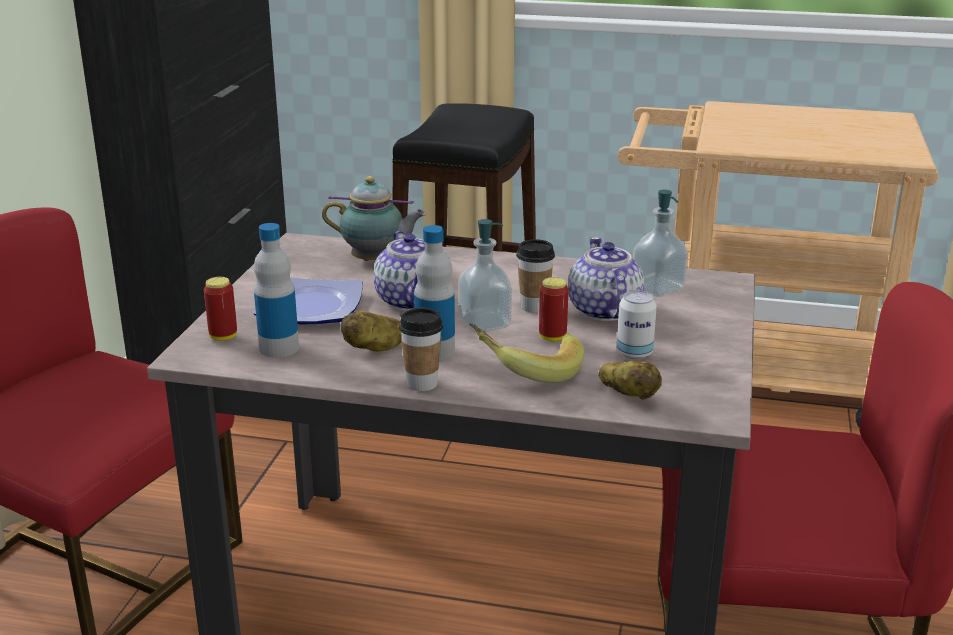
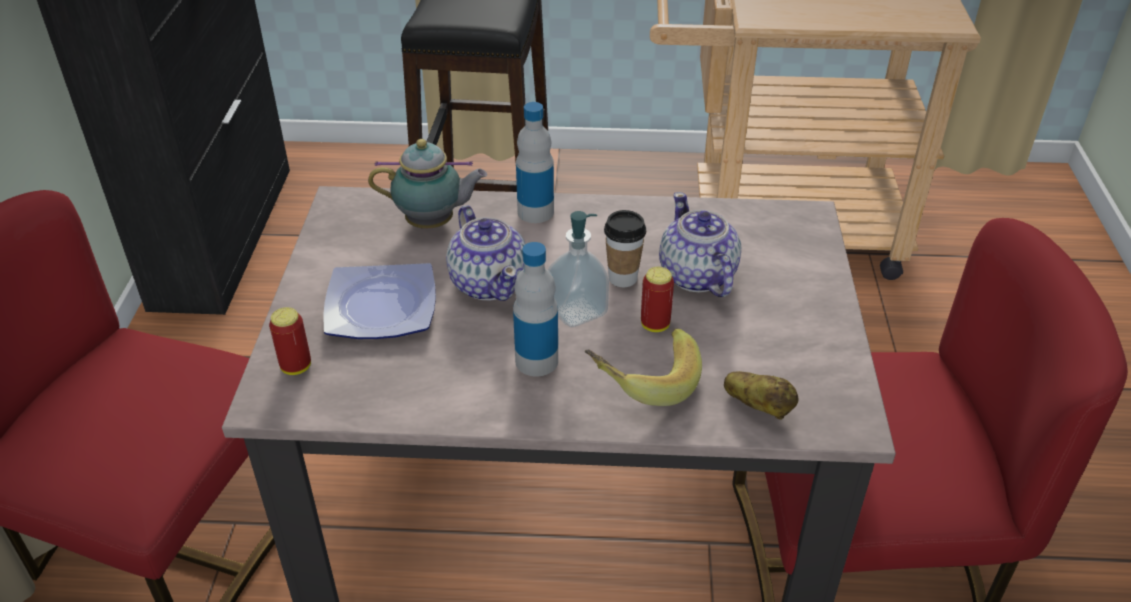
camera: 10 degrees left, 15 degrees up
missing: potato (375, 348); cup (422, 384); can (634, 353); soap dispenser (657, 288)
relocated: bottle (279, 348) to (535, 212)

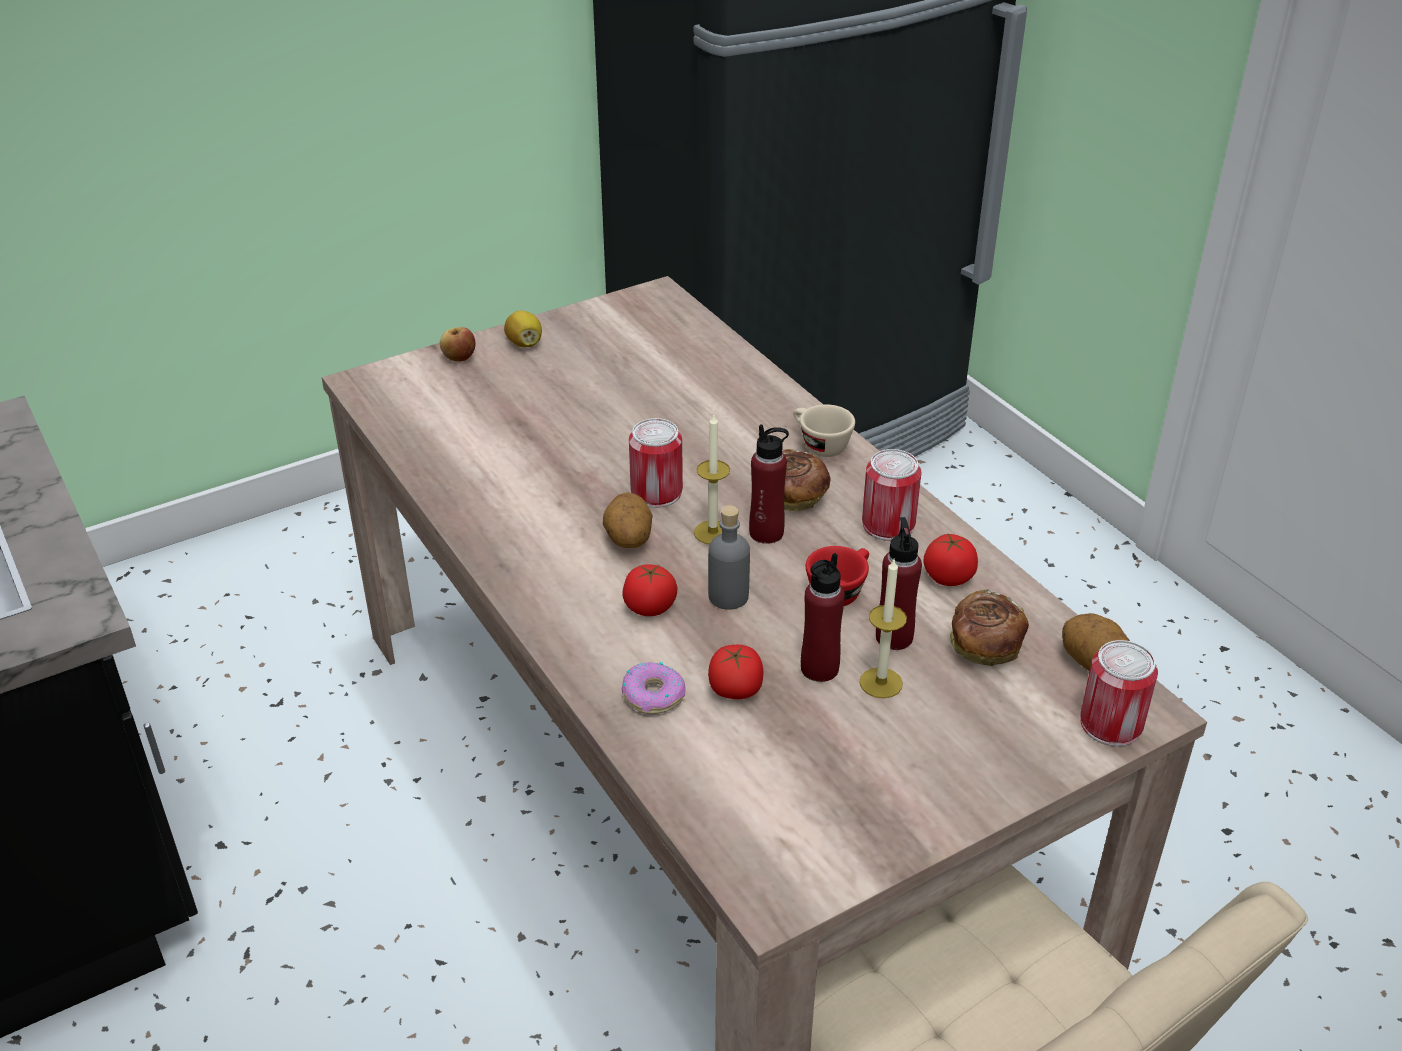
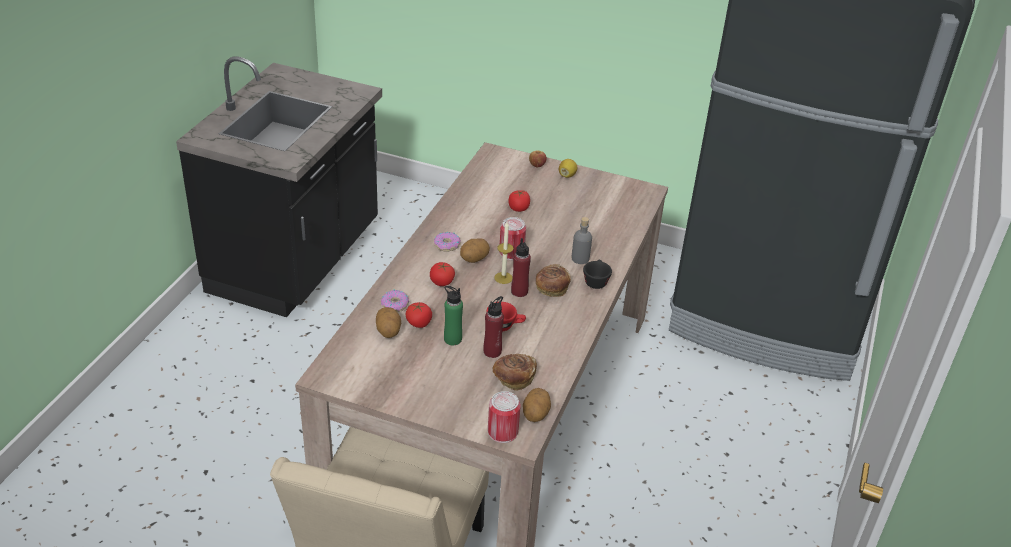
camera: 50 degrees right, 0 degrees up
missing: candle (881, 683); can (888, 524)
appeared: potato (388, 331); donut (447, 245)
relocated: tomato (949, 577) to (518, 208); bottle (grey) (728, 596) to (580, 258)
colour: bottle (red) (819, 668) to bottle (green) (452, 339); cup (beige) (819, 445) to cup (black) (595, 281)

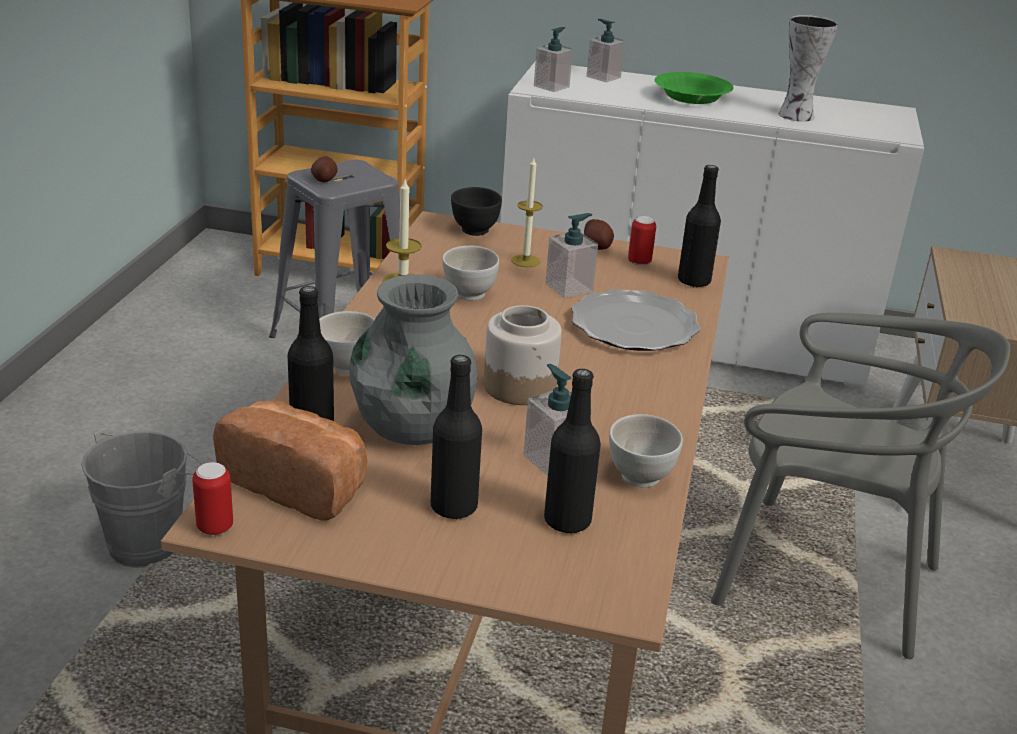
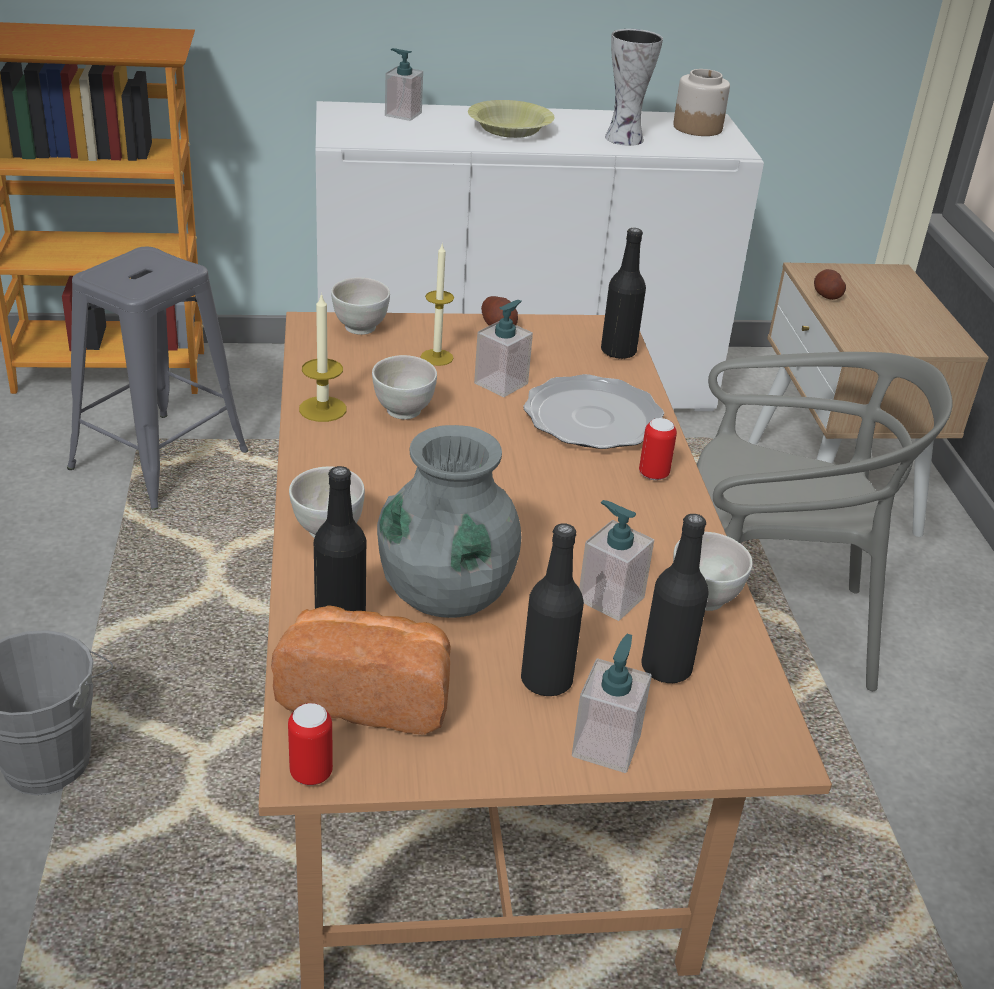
camera: 20 degrees left, 5 degrees up
relocated: soap dispenser (551, 86) to (606, 745); can (639, 262) to (653, 474); jar (520, 386) to (697, 127); potato (324, 179) to (826, 295)
colour: bowl (black) (474, 231) to bowl (white) (360, 328); bowl (green) (691, 98) to bowl (yellow) (509, 130)

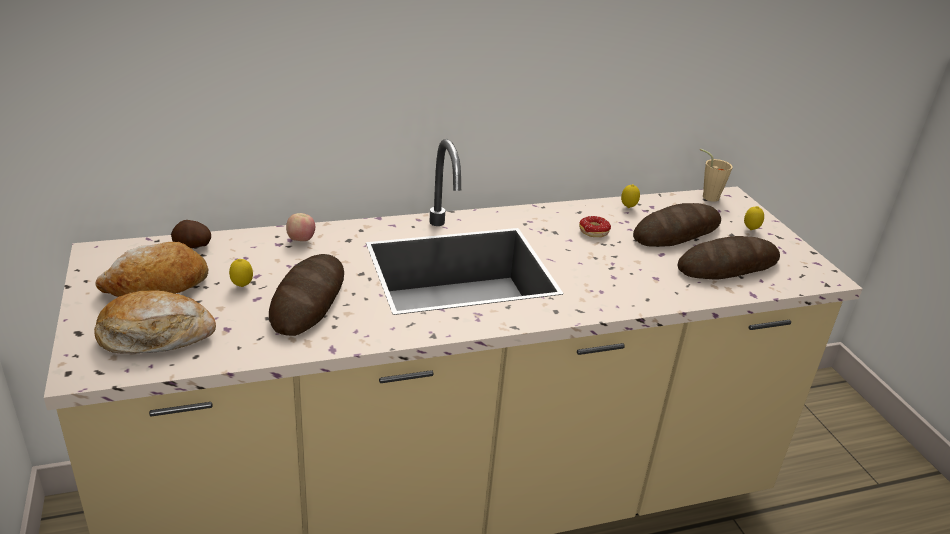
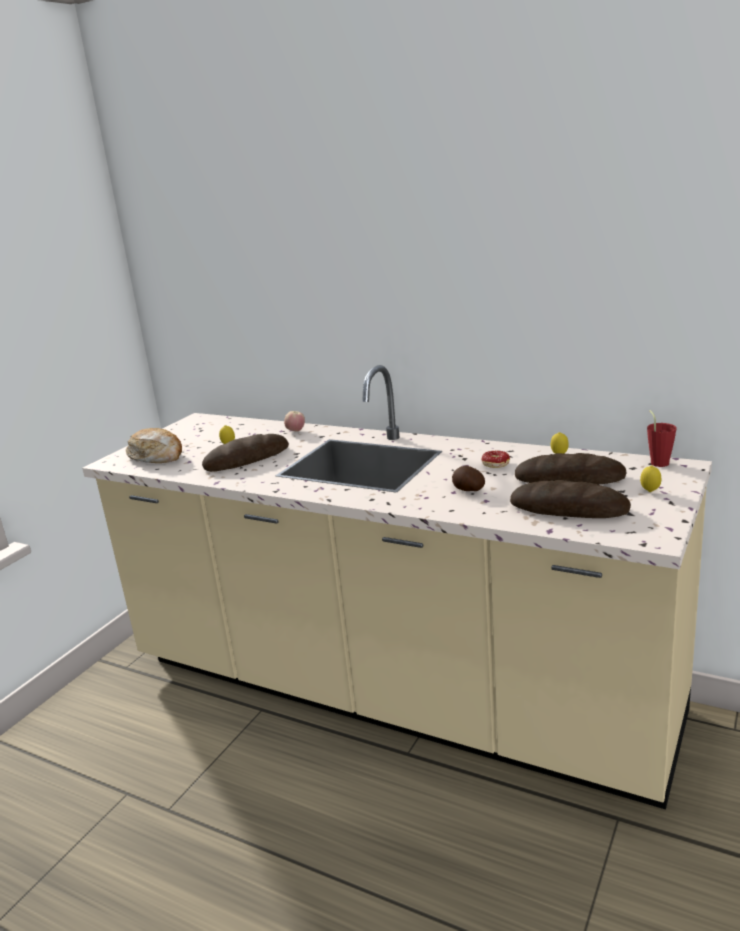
camera: 50 degrees right, 10 degrees down
missing: bread (157, 286)
relocated: potato (192, 246) to (468, 490)
colour: cup (beige) (707, 196) to cup (red) (658, 461)

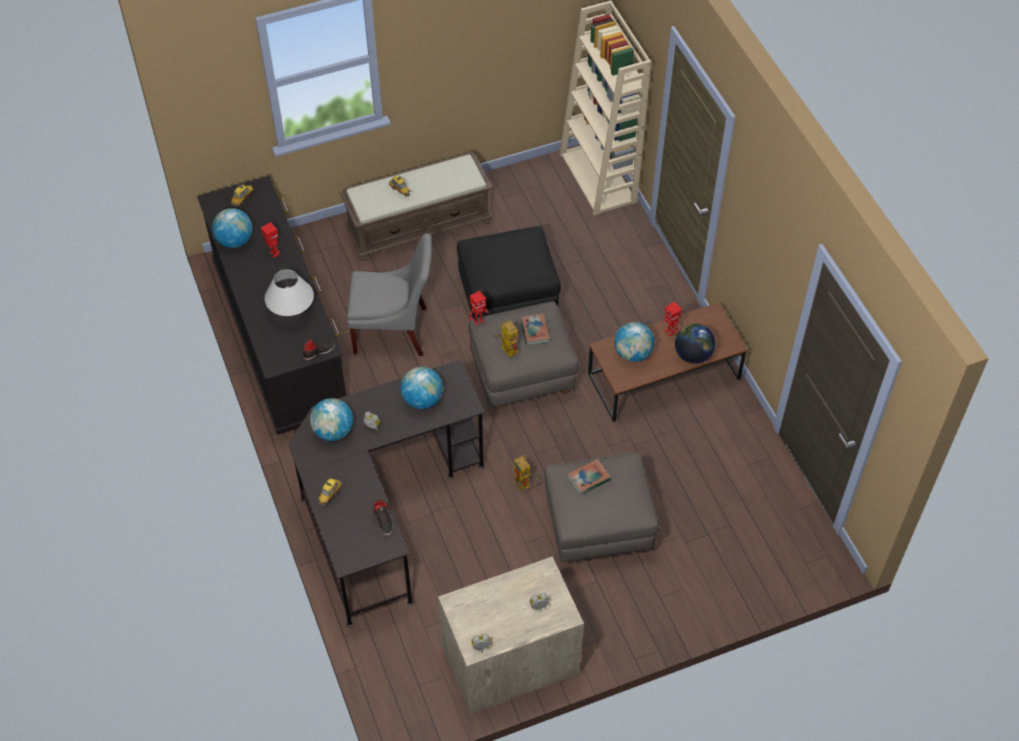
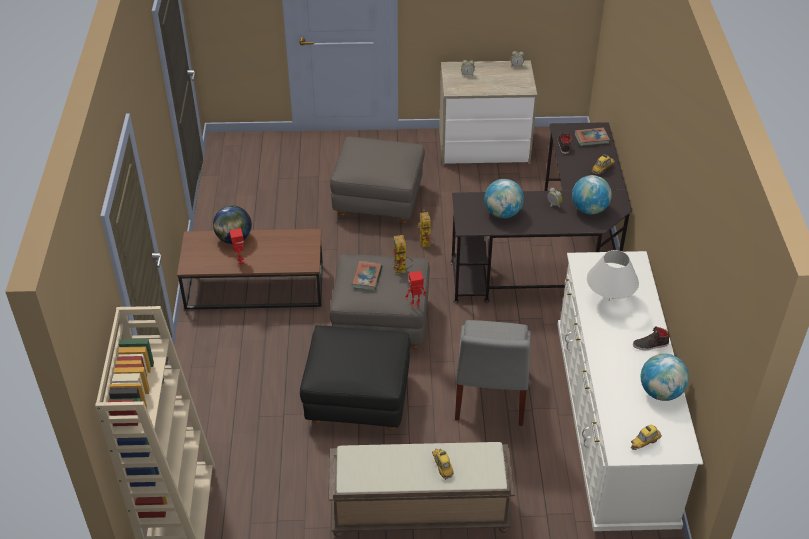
camera: 160 degrees left, 10 degrees down
missing: toy robot (274, 254); globe (633, 353)
relocated: book (588, 478) to (591, 138); shoe (black) (319, 351) to (650, 345)
colour: dresser (black) (280, 337) to dresser (white) (612, 424)
spun: chair (grey) (394, 331) = (489, 397) 105 degrees counterclockwise

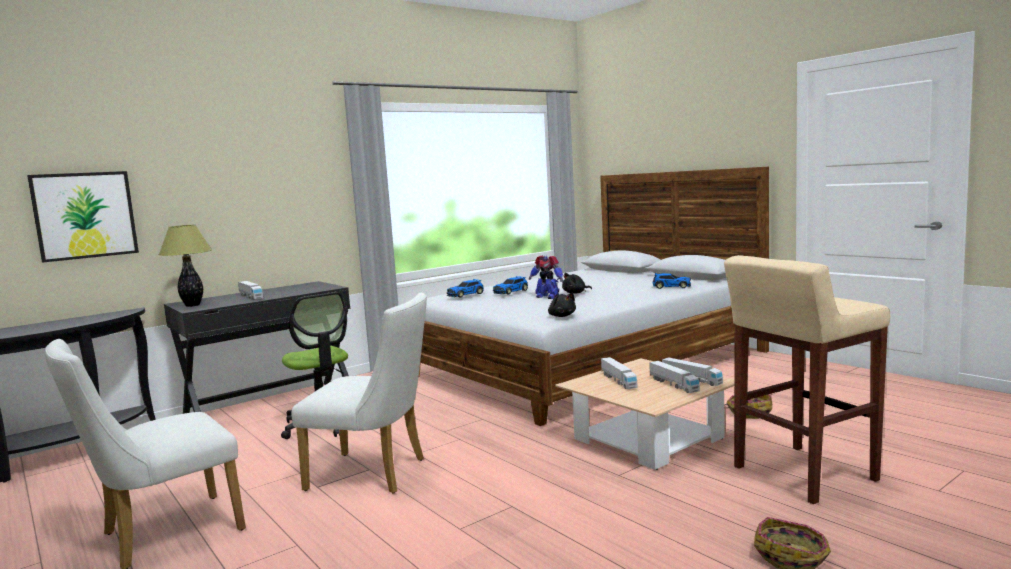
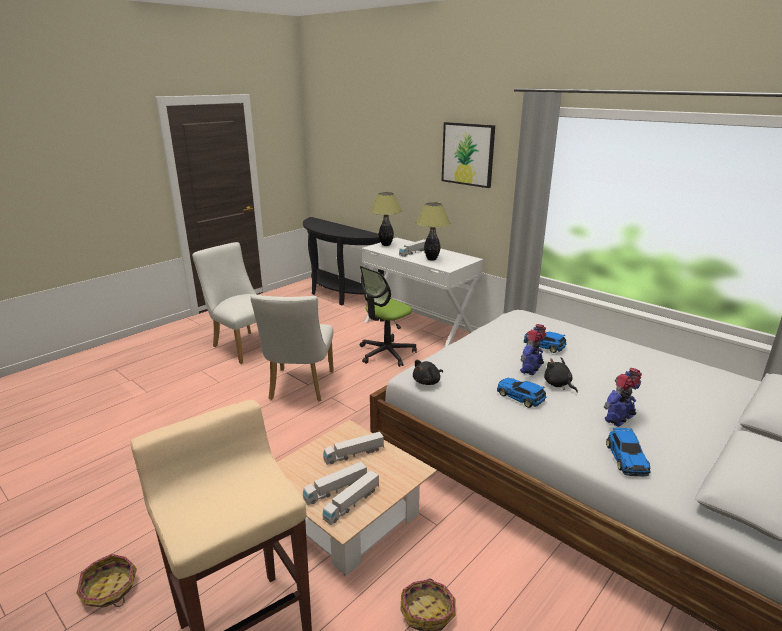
camera: 80 degrees right, 15 degrees up
appeared: table lamp (432, 259); toy robot (619, 419)
relocated: picture (85, 215) to (468, 154); toy car (466, 294) to (521, 397)
colour: desk (black) (271, 407) to desk (white) (419, 328)

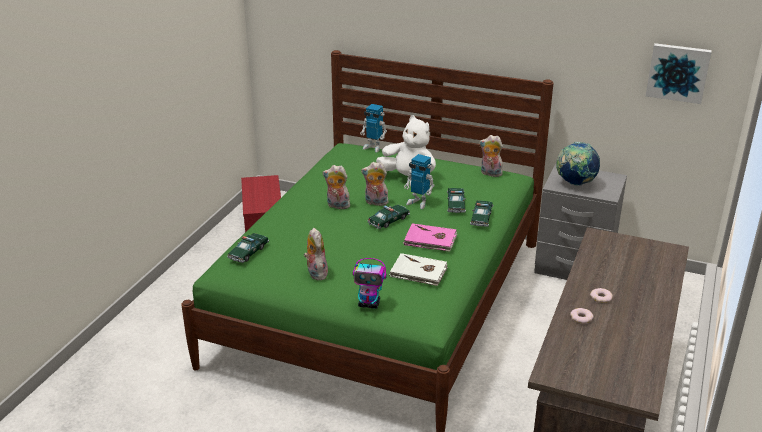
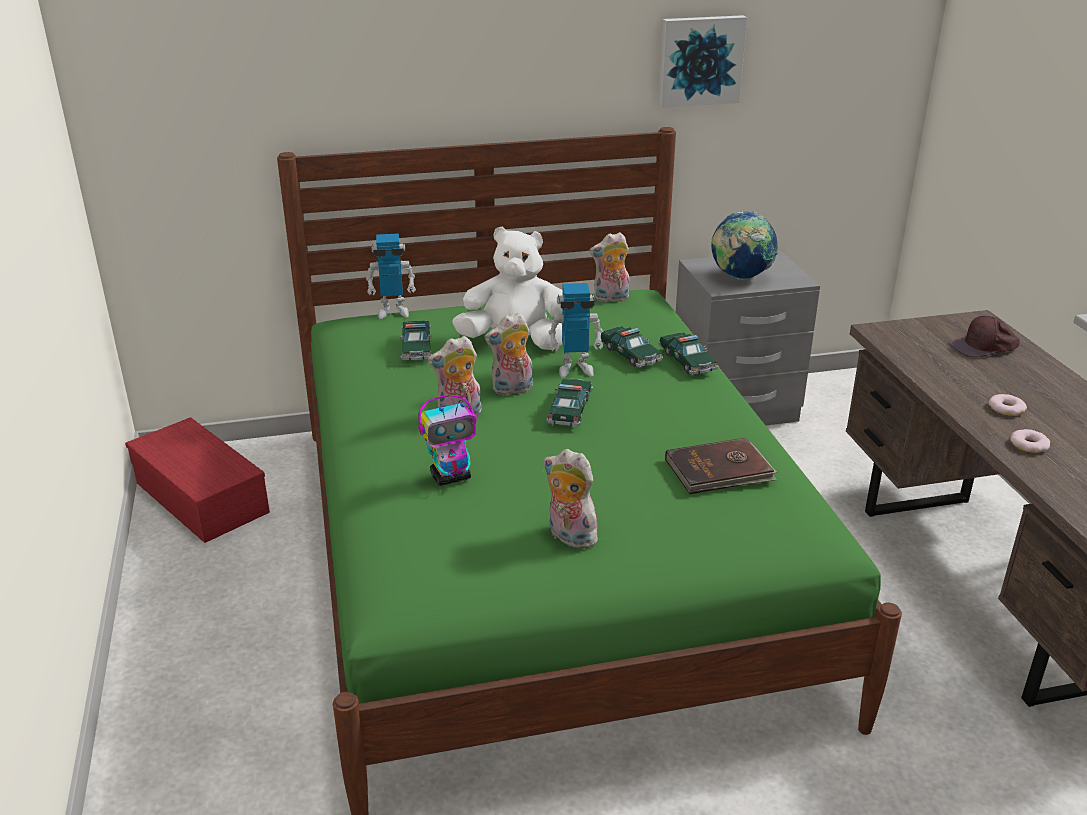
camera: 35 degrees left, 0 degrees up
missing: book (pink) (430, 240)
appeared: cap (brown) (984, 347)
relocated: toy car (248, 252) to (416, 348); toy robot (369, 304) to (451, 477); picture (678, 72) to (700, 60)
colour: book (white) (418, 272) to book (brown) (720, 470)

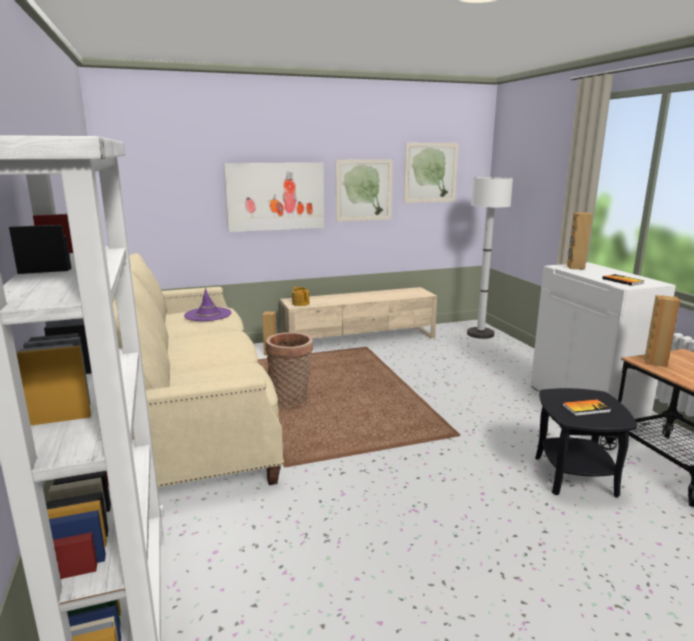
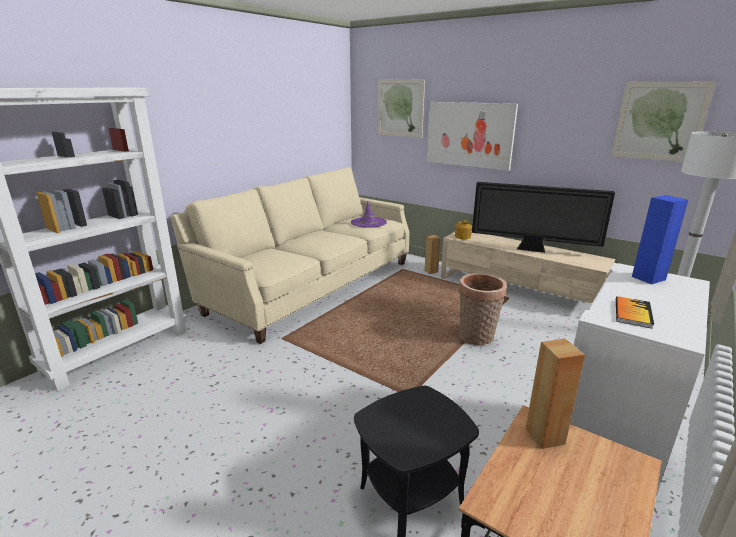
camera: 55 degrees right, 5 degrees up
missing: book (586, 408)
appeared: television (532, 250)
relocated: picture (364, 190) to (400, 108); basket (291, 400) to (477, 338)
colour: speaker (brown) (575, 267) to speaker (blue) (648, 278)

